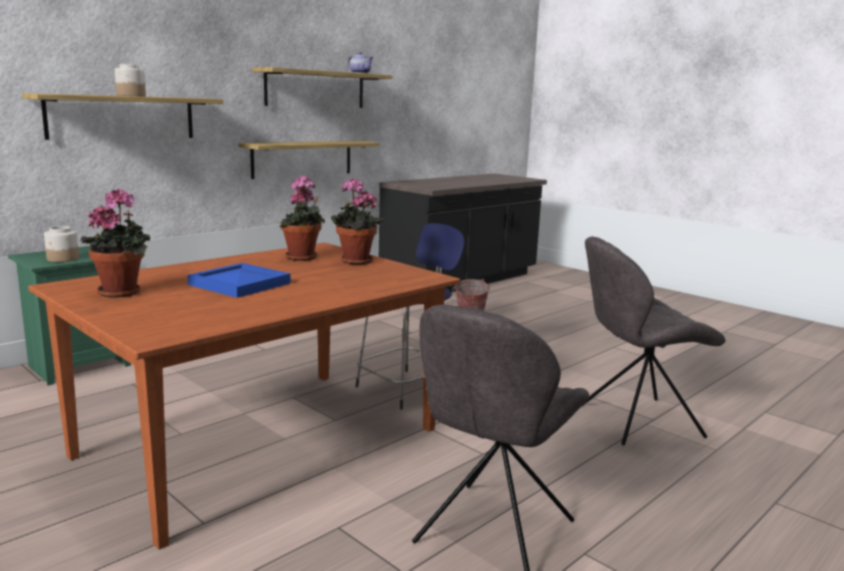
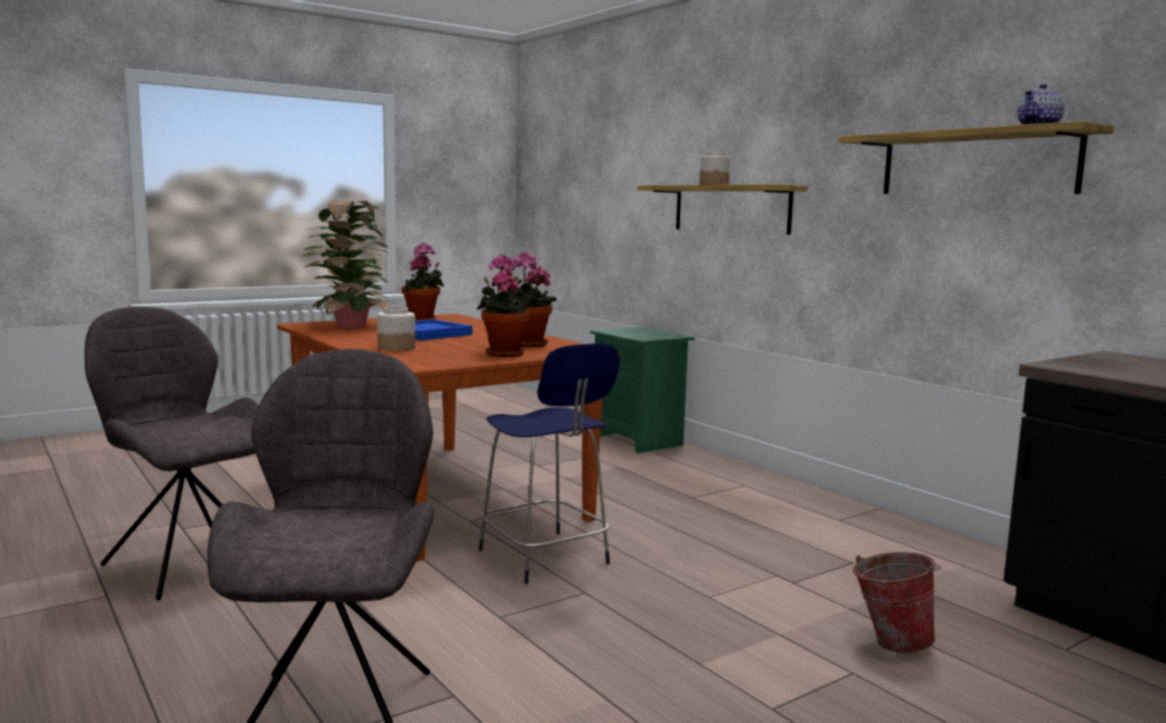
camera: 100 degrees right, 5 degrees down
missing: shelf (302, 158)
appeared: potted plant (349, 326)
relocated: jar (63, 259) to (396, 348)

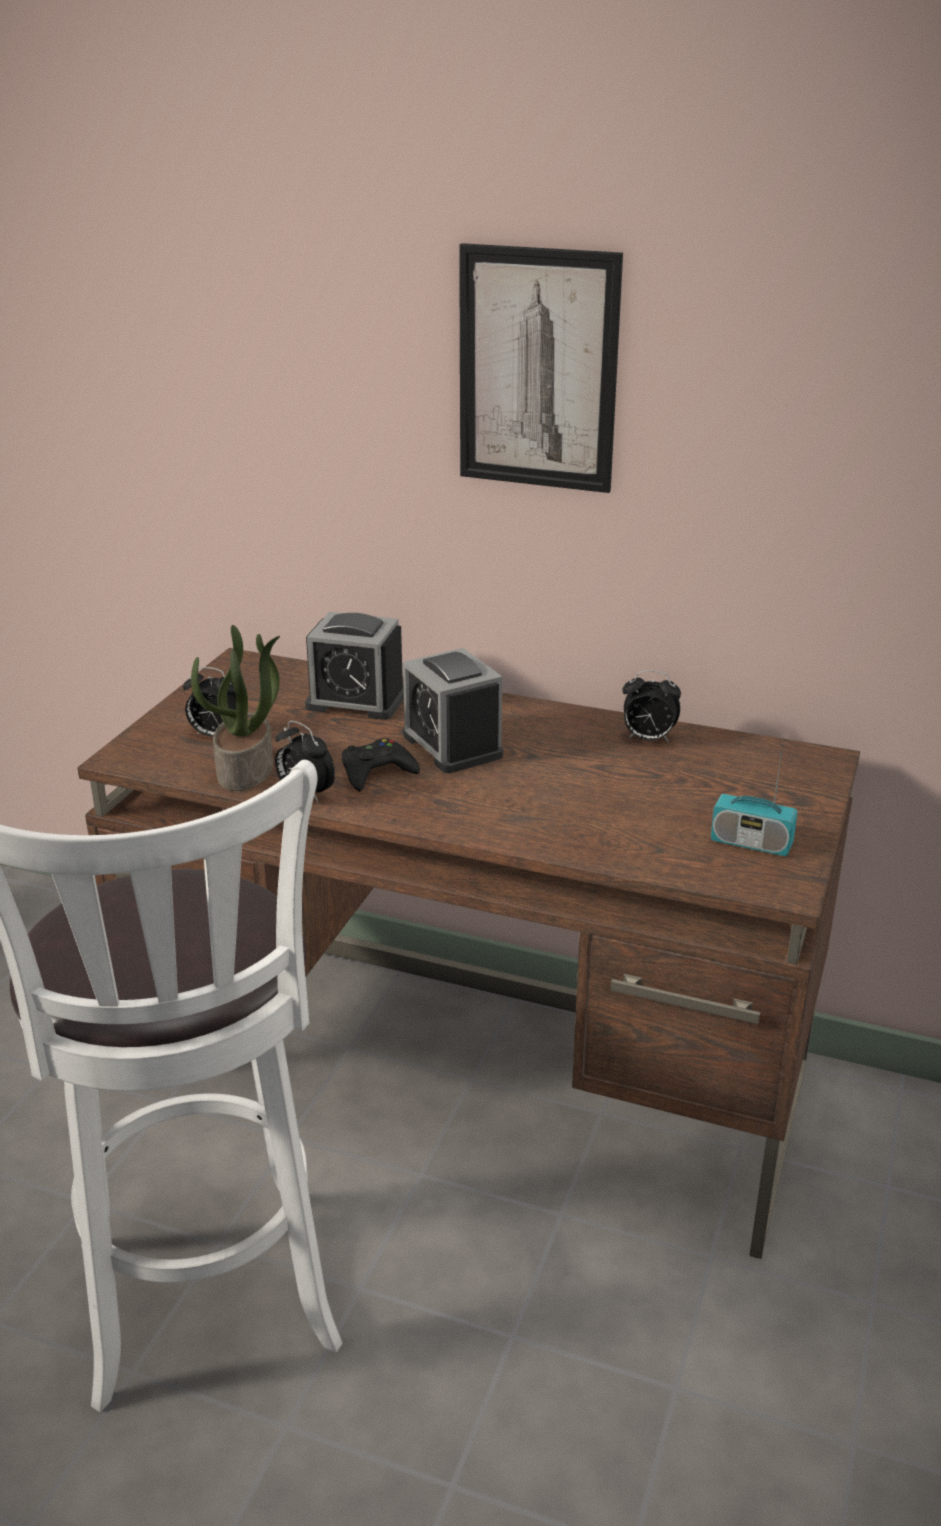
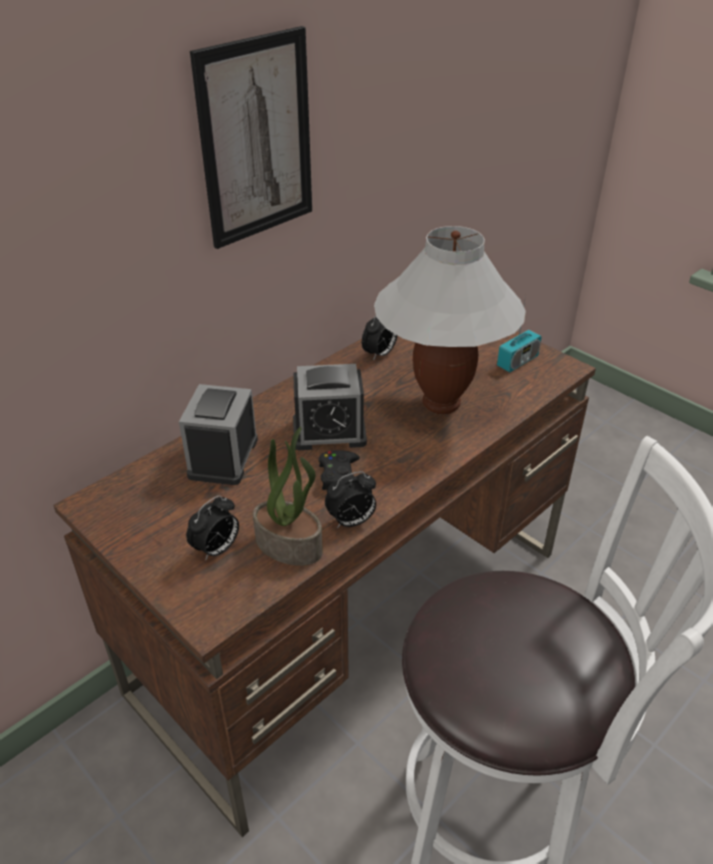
camera: 65 degrees left, 10 degrees up
appeared: table lamp (white) (442, 404)
spun: alarm clock (356, 701) = (223, 457) 150 degrees clockwise

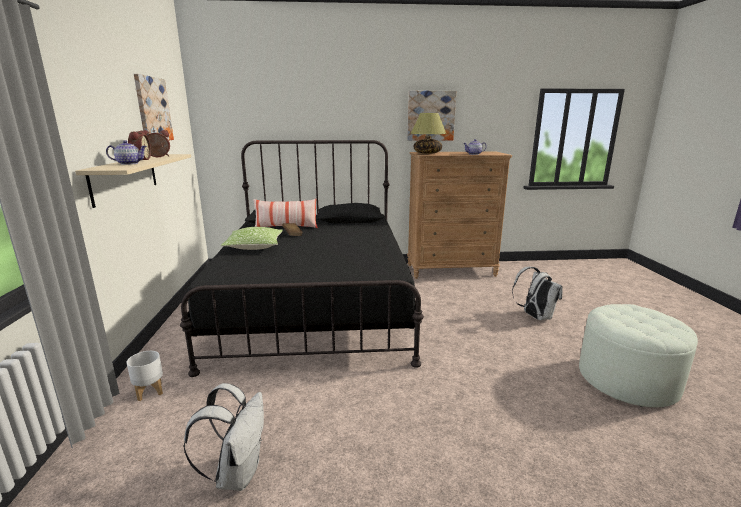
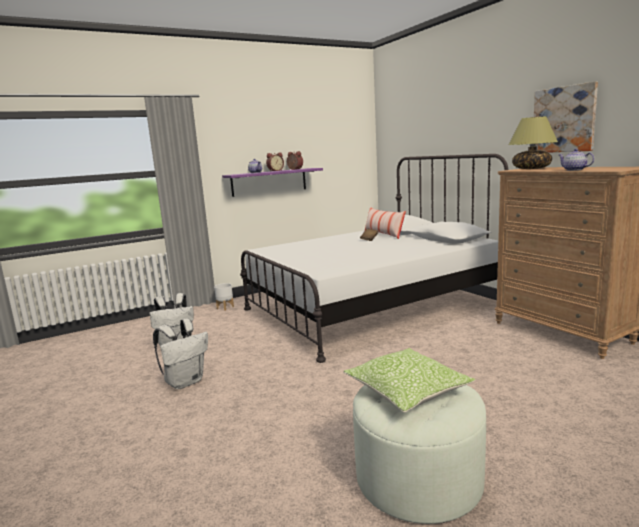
camera: 65 degrees right, 5 degrees down
missing: picture (153, 109)
relocated: backpack (white) (535, 316) to (185, 382); pillow (254, 246) to (407, 391)
colour: shelf (beige) (125, 178) to shelf (purple) (269, 182); bed (black) (315, 305) to bed (white) (370, 307)

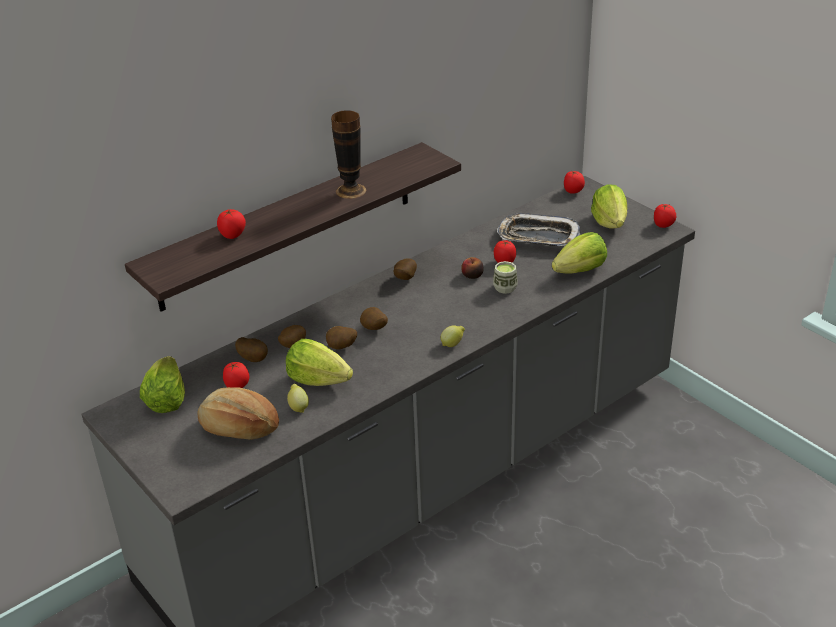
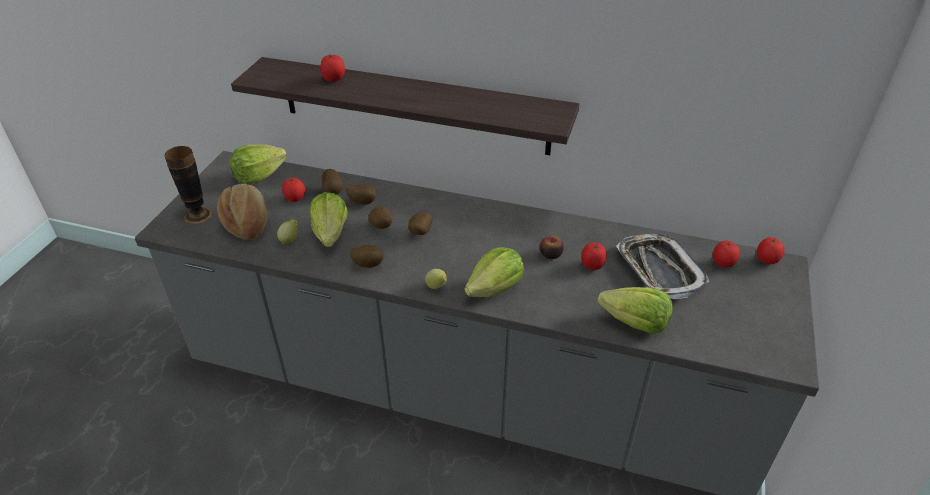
camera: 55 degrees right, 5 degrees up
missing: cup (505, 288)
relocated: vase (351, 190) to (198, 215); potato (404, 279) to (368, 264); lettuce (609, 222) to (496, 289); tomato (663, 225) to (723, 264)

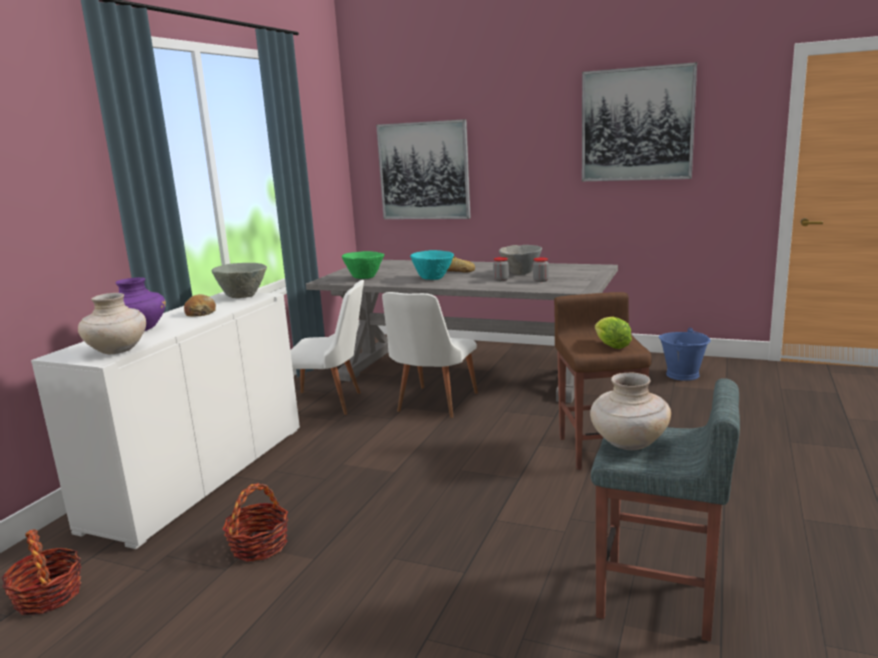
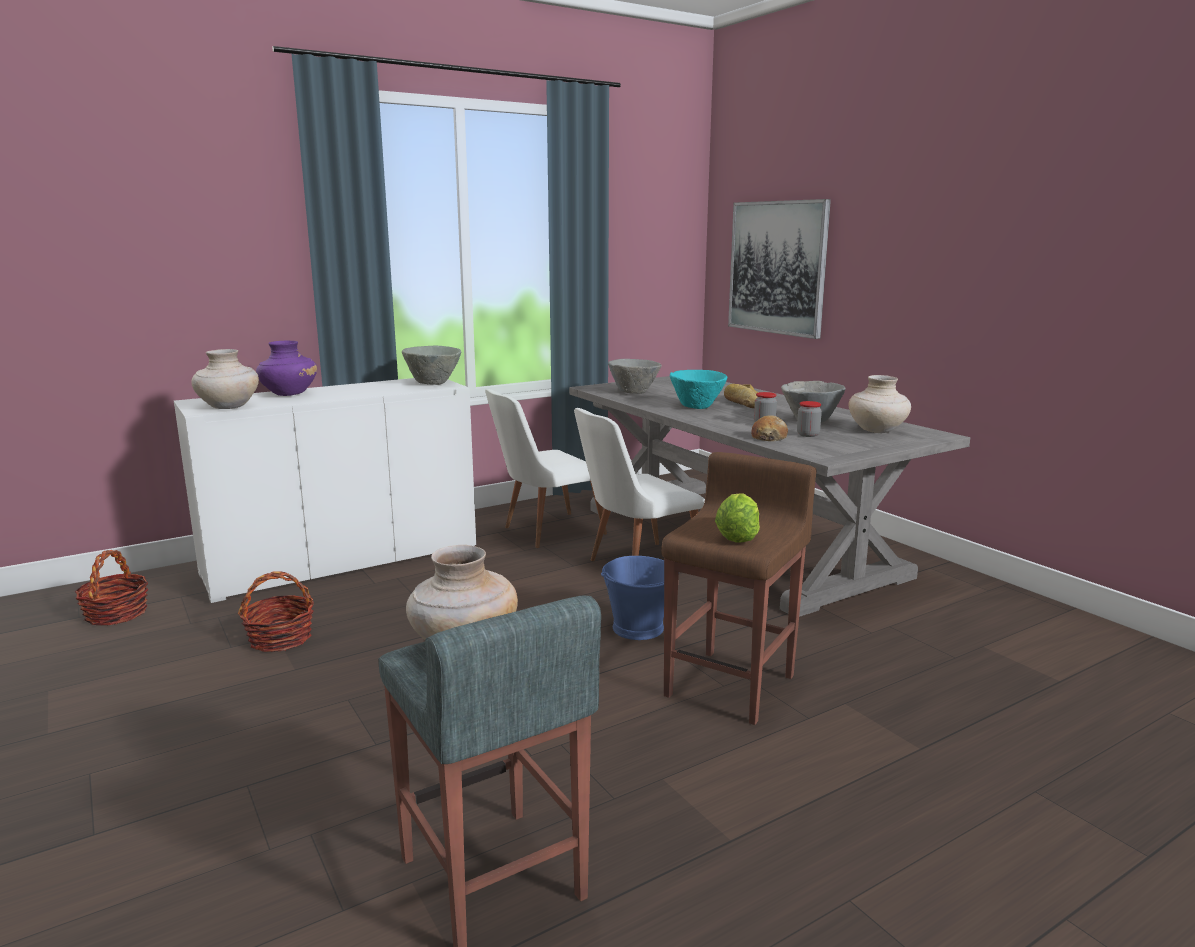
camera: 35 degrees right, 0 degrees up
missing: picture (637, 124)
appeared: vase (beige) (877, 431)
relocated: bucket (blue) (683, 374) to (639, 628); bread (200, 313) to (769, 437)
colour: bowl (green) (365, 278) to bowl (grey) (634, 392)
spun: chair (white) (330, 403) = (544, 531) 105 degrees clockwise

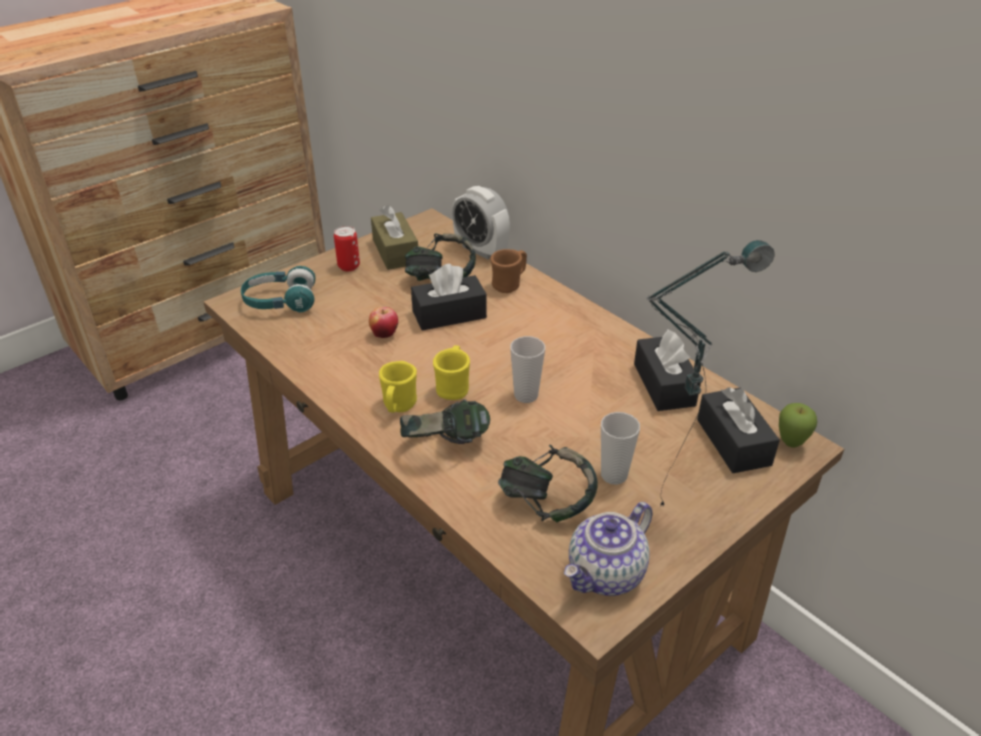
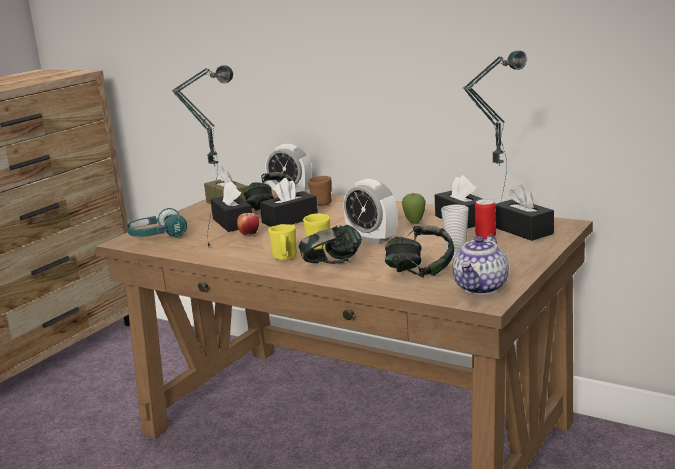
camera: 15 degrees left, 20 degrees down
appeared: table lamp (222, 245); tissue box (black) (232, 223)
relocated: apple (790, 443) to (414, 223); can (349, 266) to (485, 237)
exchanged: cup (526, 395) to alarm clock (371, 239)

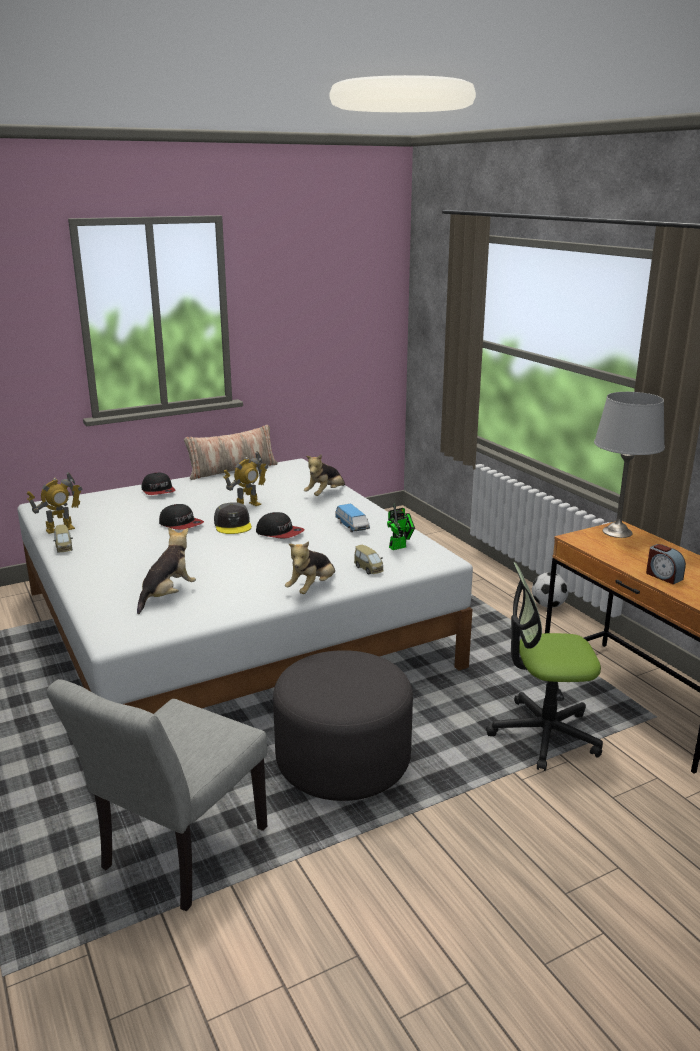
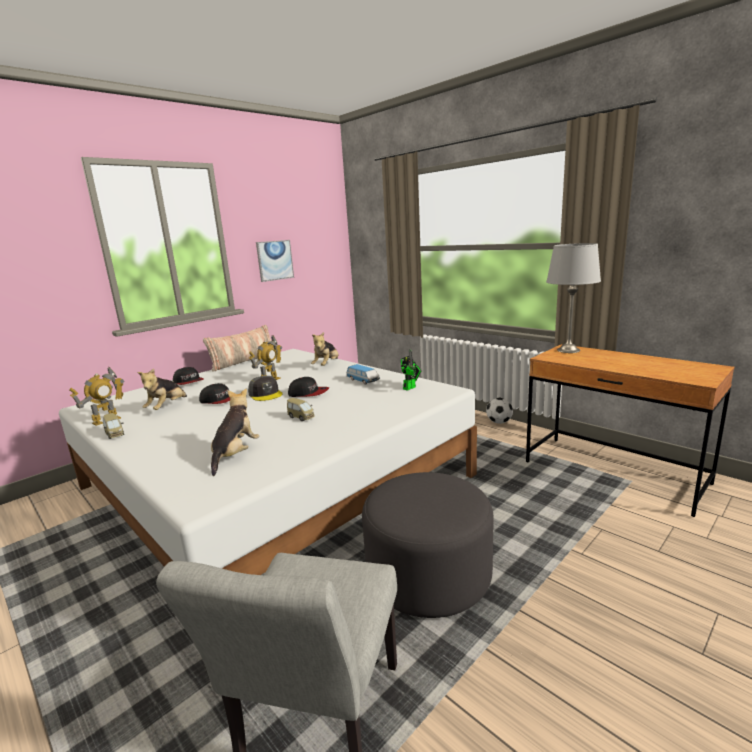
camera: 15 degrees left, 5 degrees down
missing: office chair (543, 734); alarm clock (663, 576)
appeared: picture (274, 260)
relocated: plush toy (312, 588) to (167, 407); toy car (368, 569) to (301, 417)

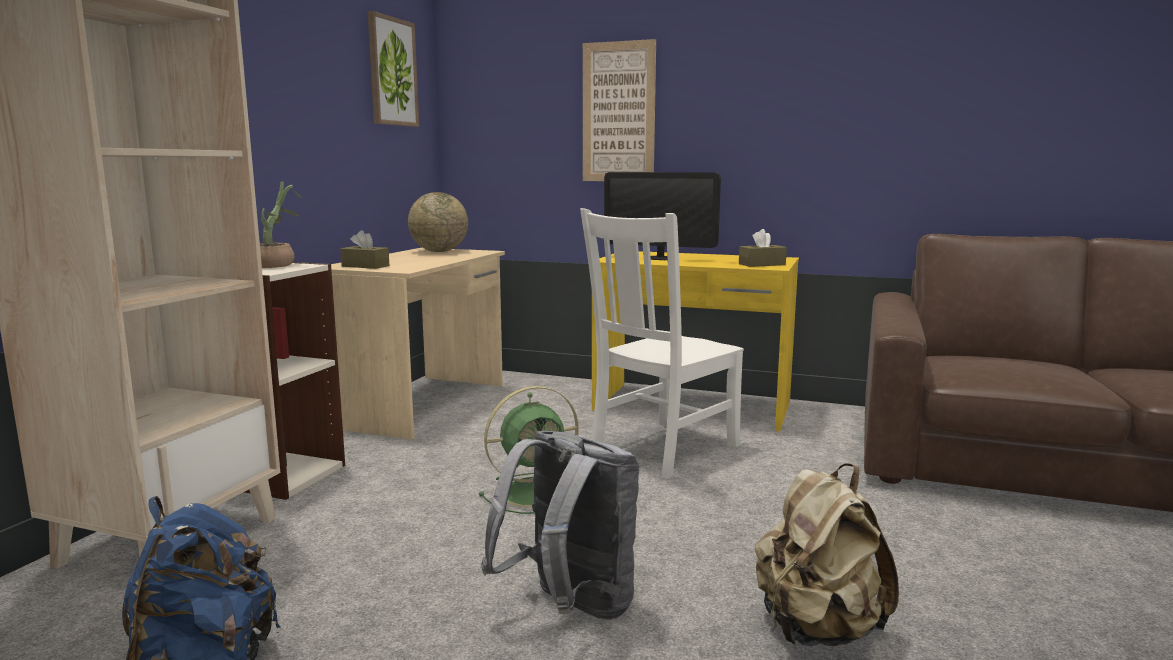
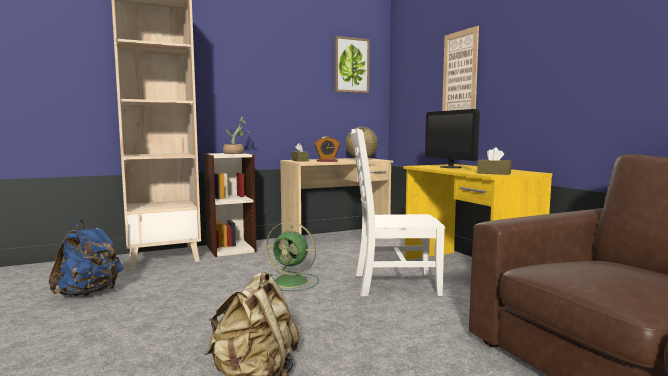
camera: 45 degrees right, 5 degrees down
missing: backpack (grey) (570, 608)
appeared: alarm clock (327, 161)

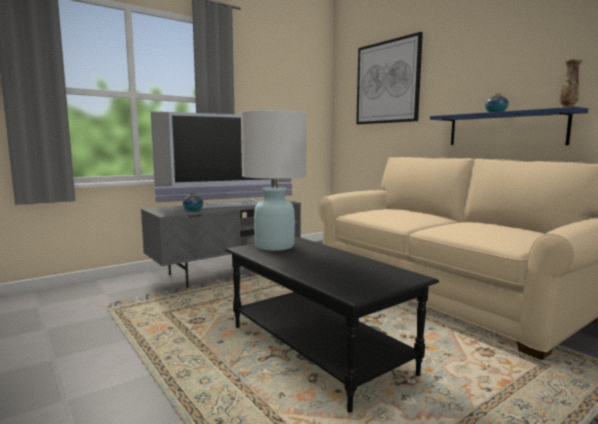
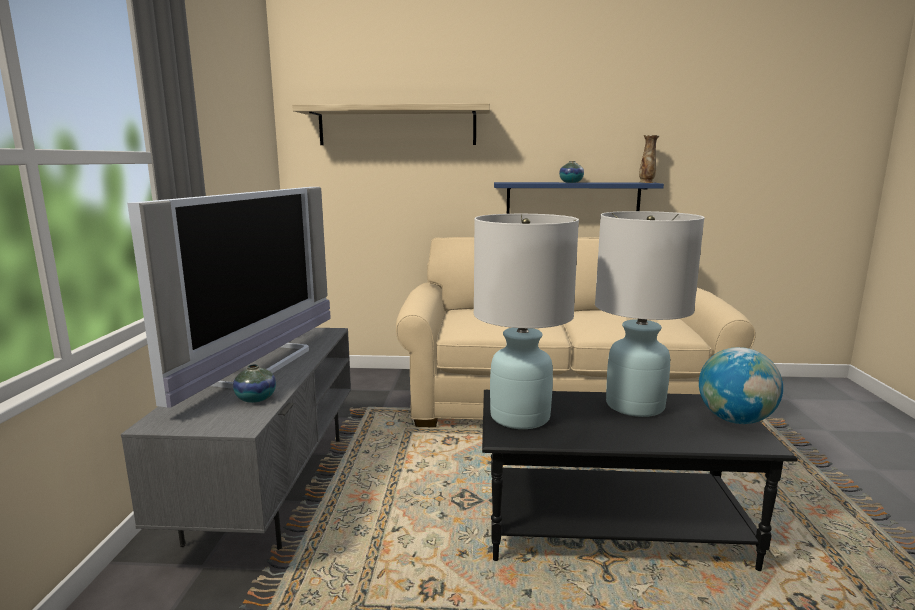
camera: 50 degrees left, 5 degrees up
appeared: table lamp (white) (634, 406); globe (735, 420)
exchanged: picture (387, 82) to shelf (397, 126)

